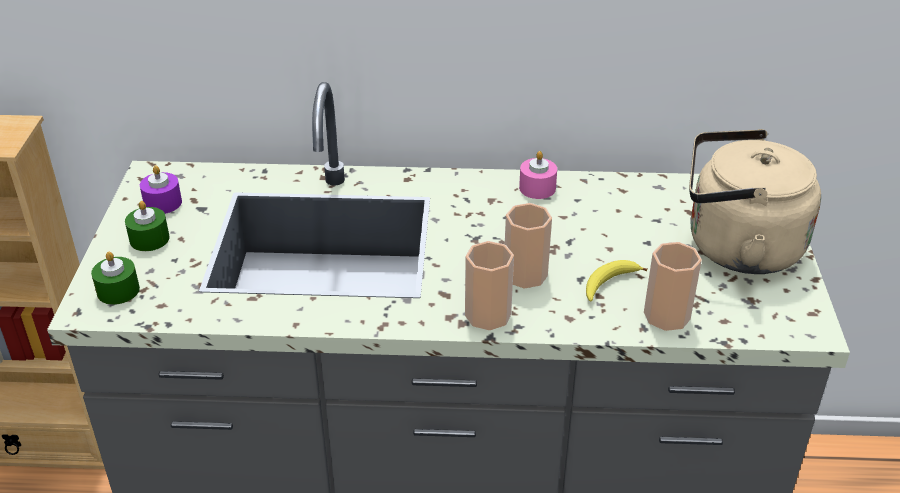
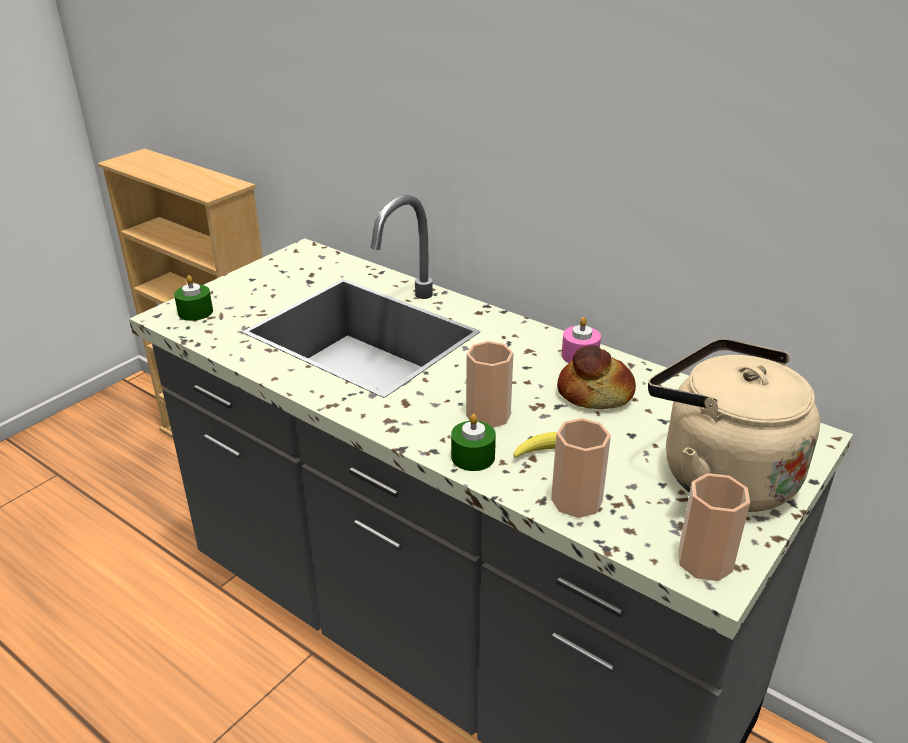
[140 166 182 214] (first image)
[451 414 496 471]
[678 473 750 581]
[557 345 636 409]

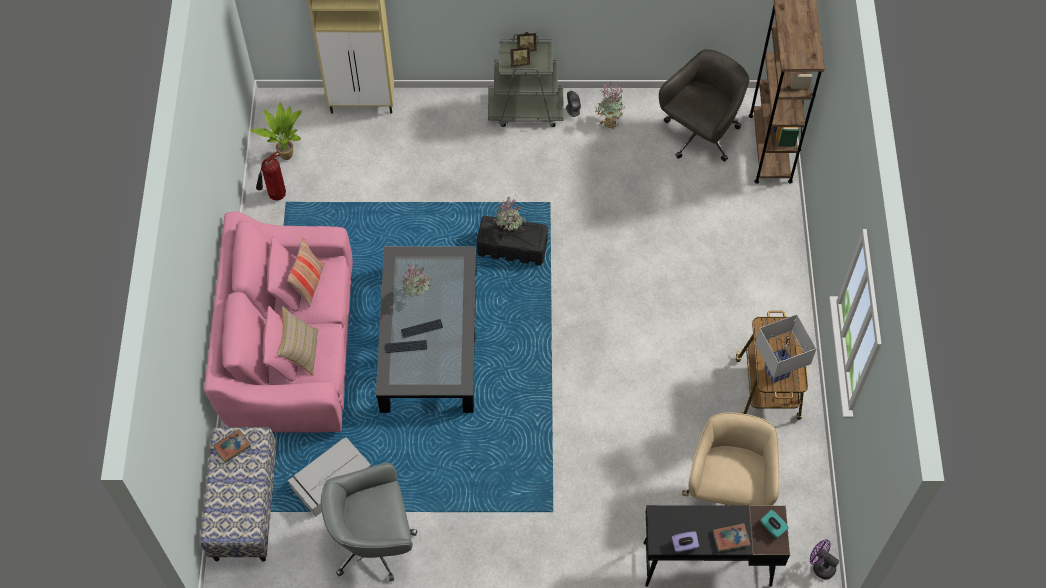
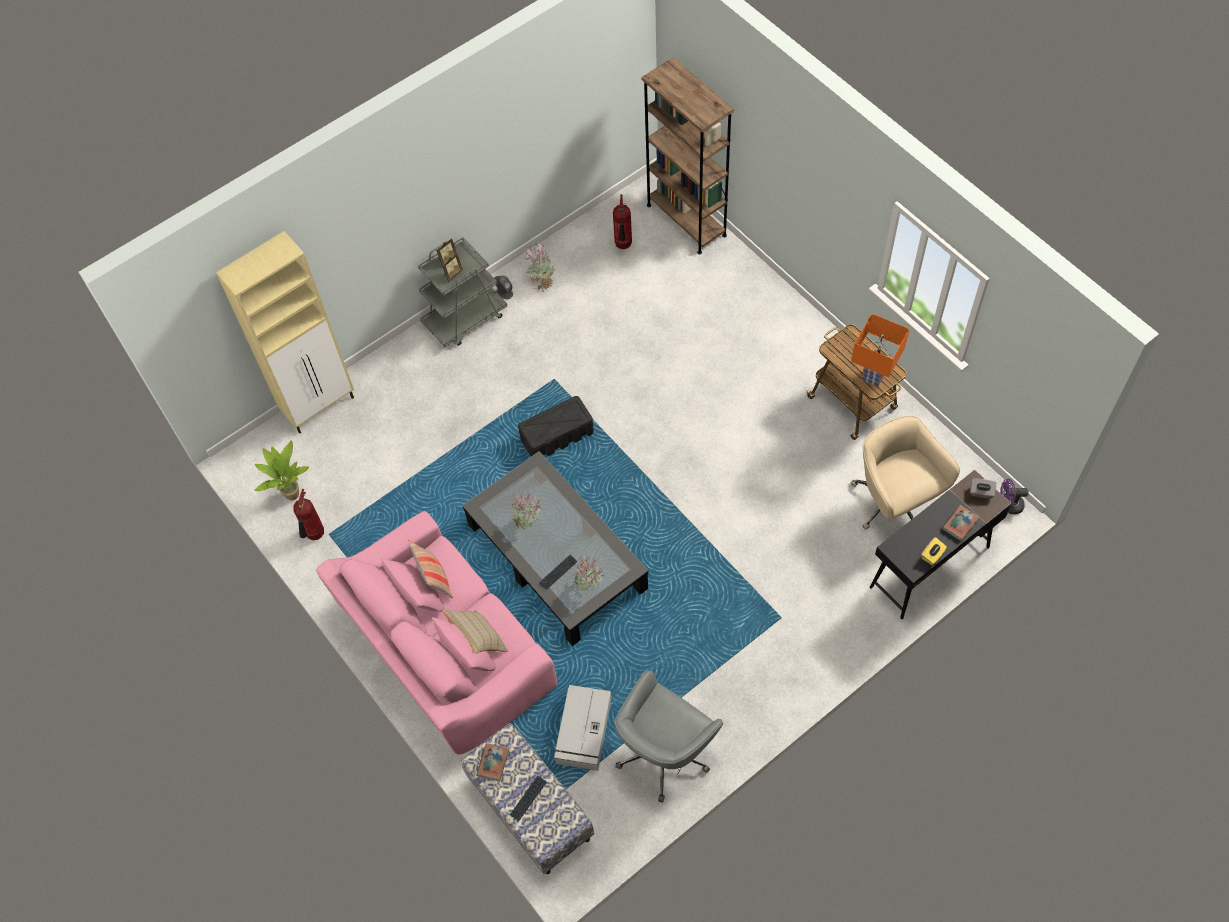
[613 194 632 249]
[571 556 605 591]
[851 314 910 387]
[510 776 547 821]
[970 479 997 499]
[921 537 947 565]

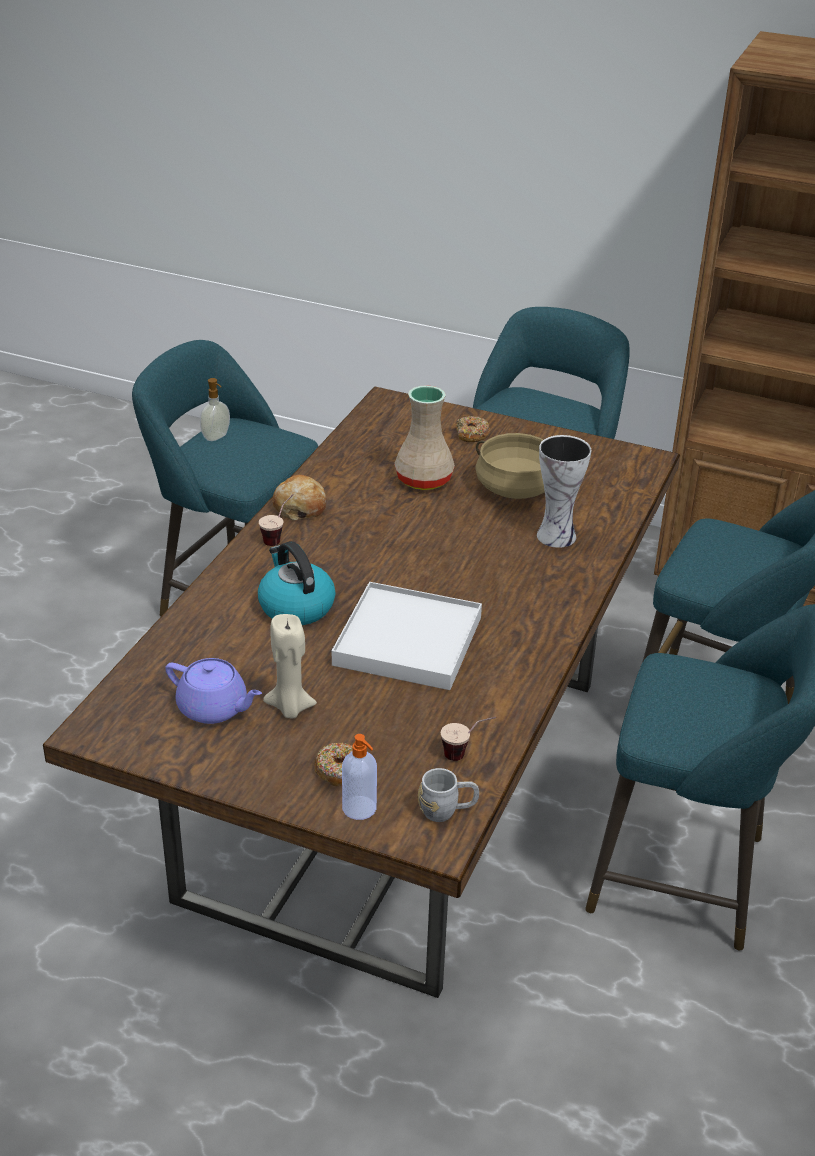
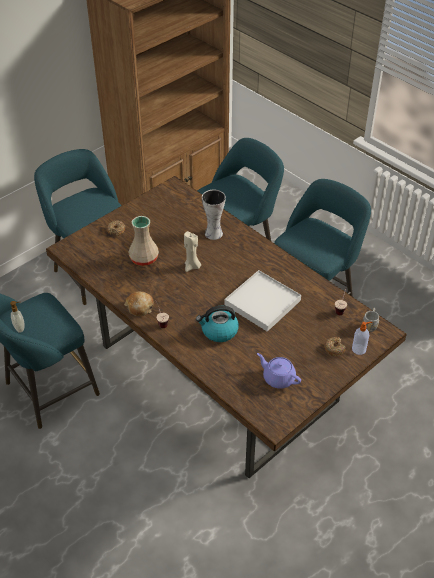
[475 433 545 499] (first image)
[184 231 201 272]
[257 353 301 389]

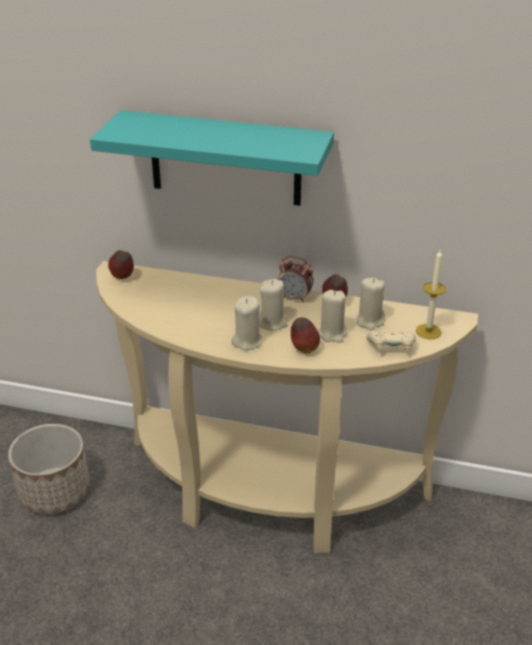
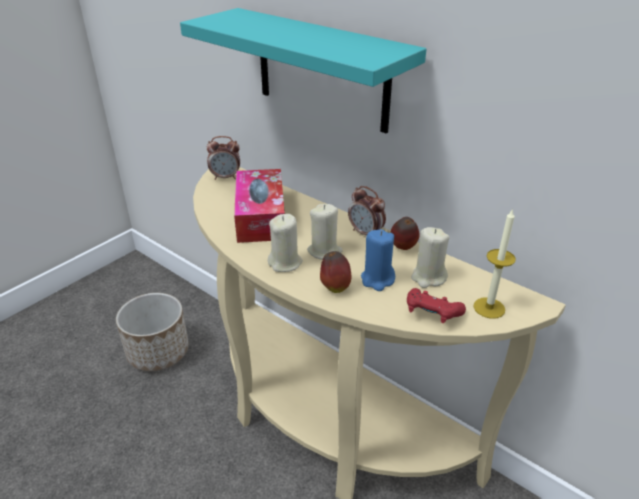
[207 136 240 180]
[361 229 395 291]
[407 288 466 323]
[234 169 285 243]

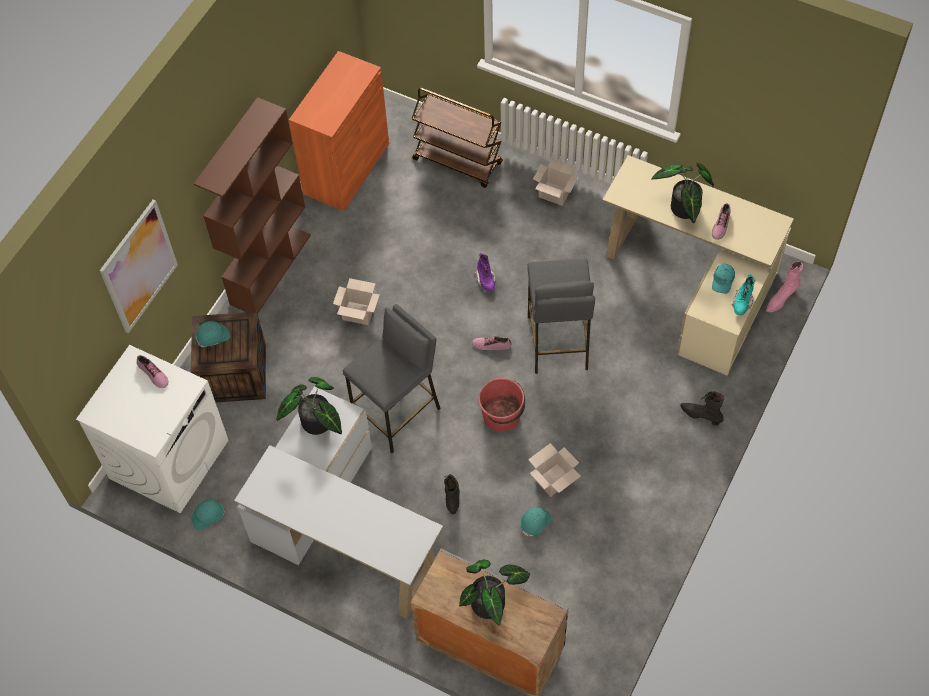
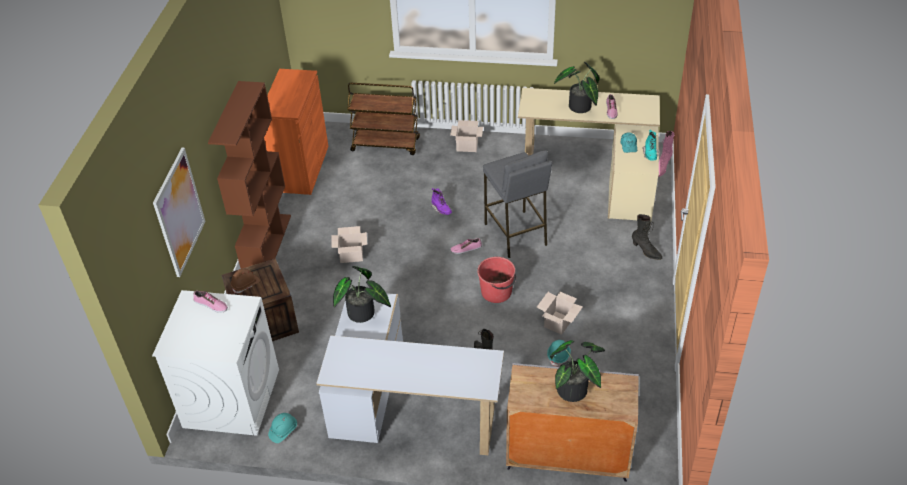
[343 304 441 453] (first image)
[231 269 260 293]
[632 214 662 260]

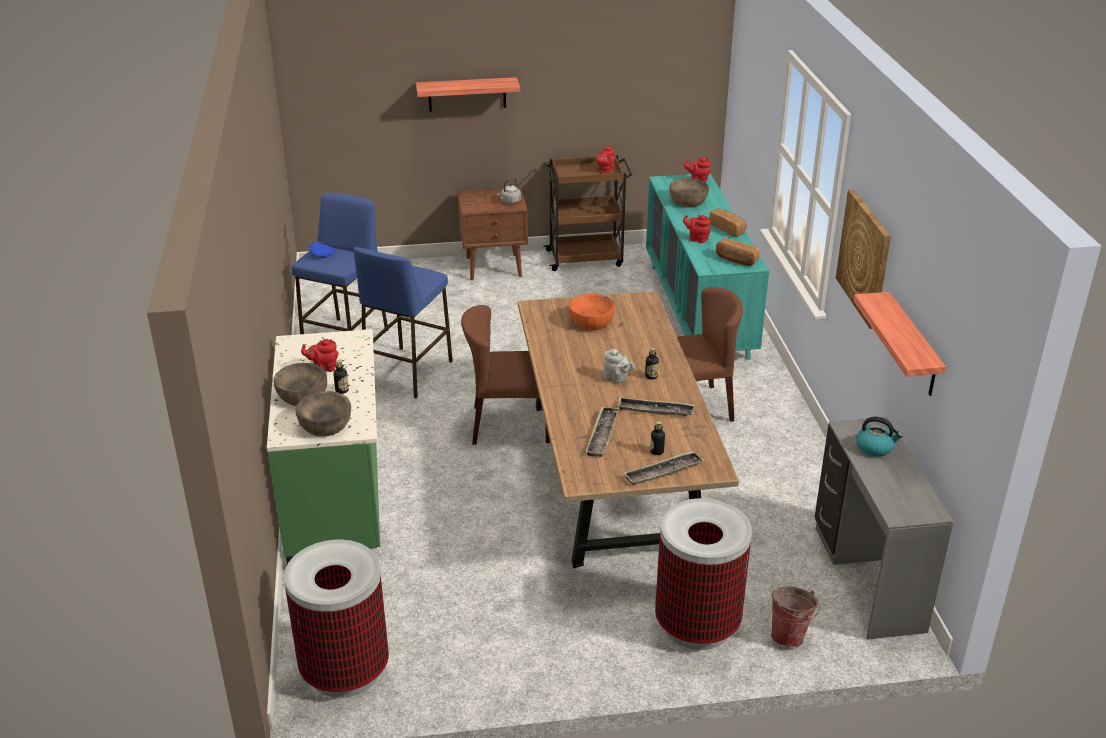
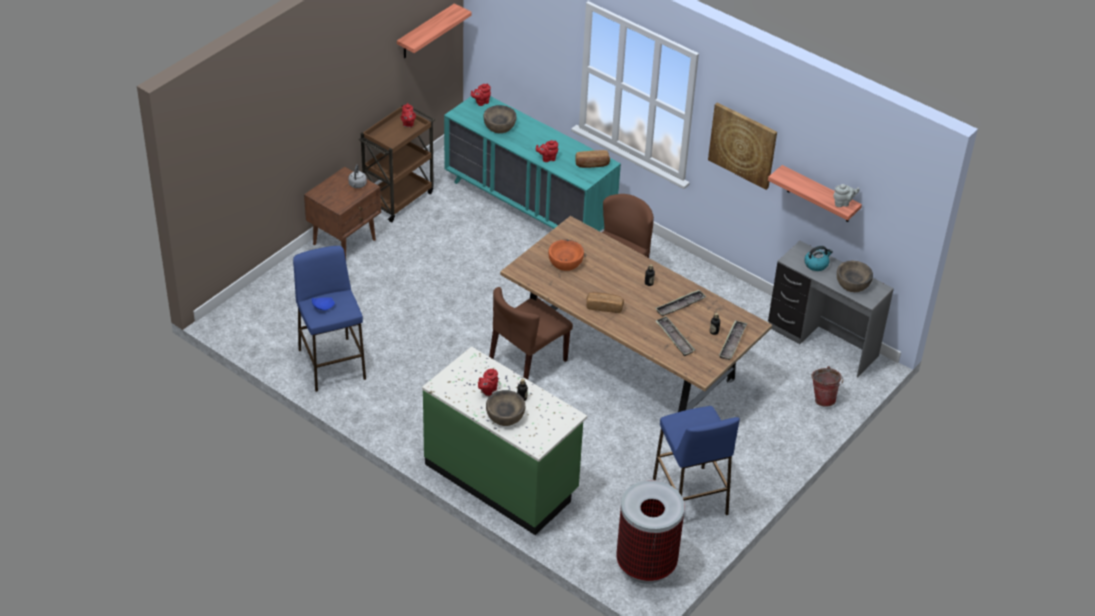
[397 3 472 58]
[586 292 624 313]
[653 406 740 515]
[833 184 859 207]
[837 260 873 292]
[655 498 752 650] (first image)

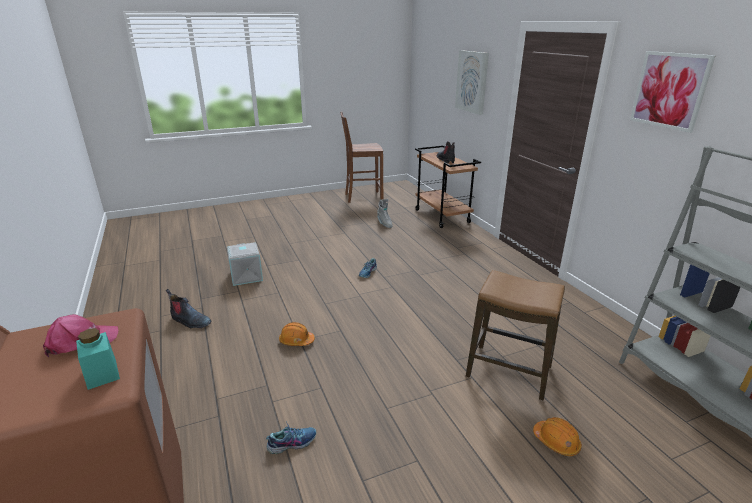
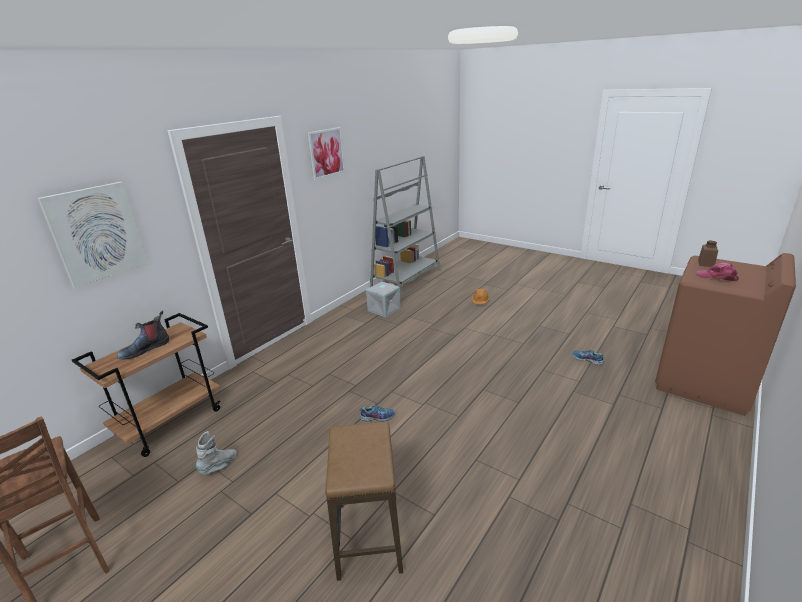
[366 282 401 317]
[325 422 403 581]
[166 289 211 328] (first image)
[279 322 315 346] (first image)
[698 241 718 267]

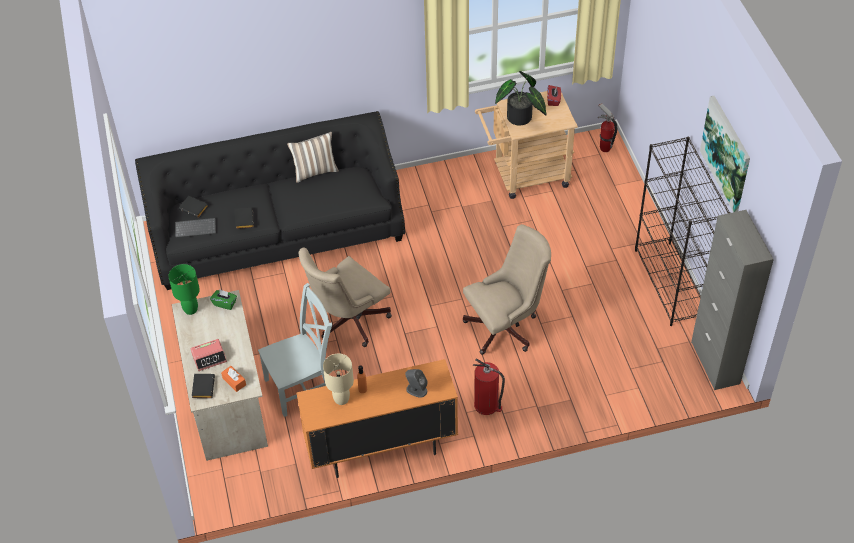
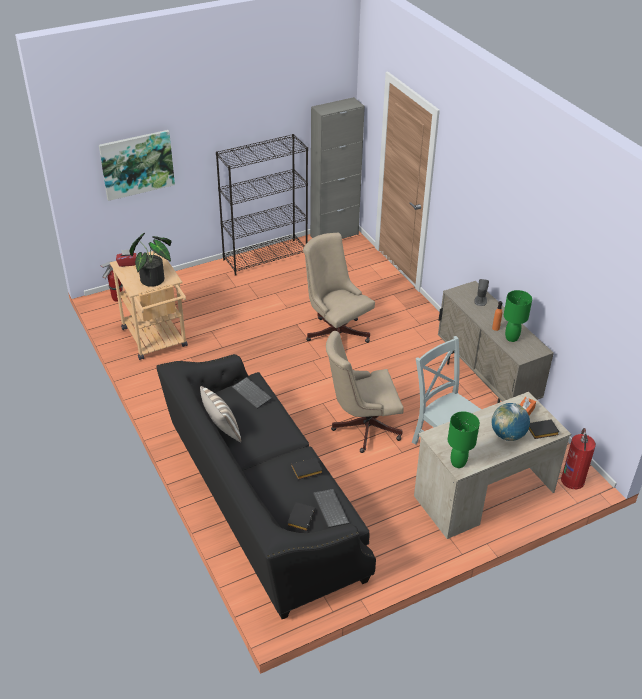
[99 130 175 201]
[326 331 404 453]
[210 289 237 310] (first image)
[492 403 530 441]
[504 290 532 342]
[561 428 596 489]
[438 281 554 403]
[232 377 272 409]

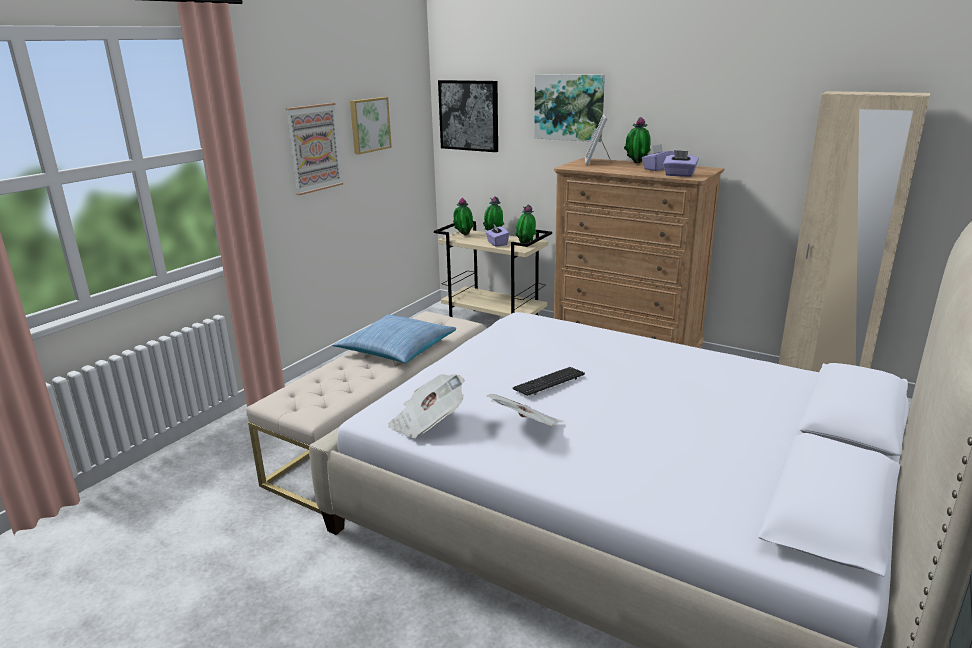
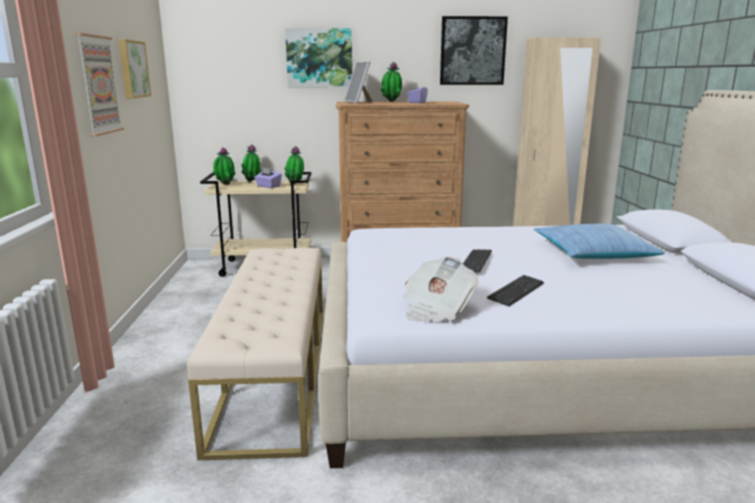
[440 16 508 85]
[663 150 699 177] (first image)
[533 224 665 259]
[487 275 544 307]

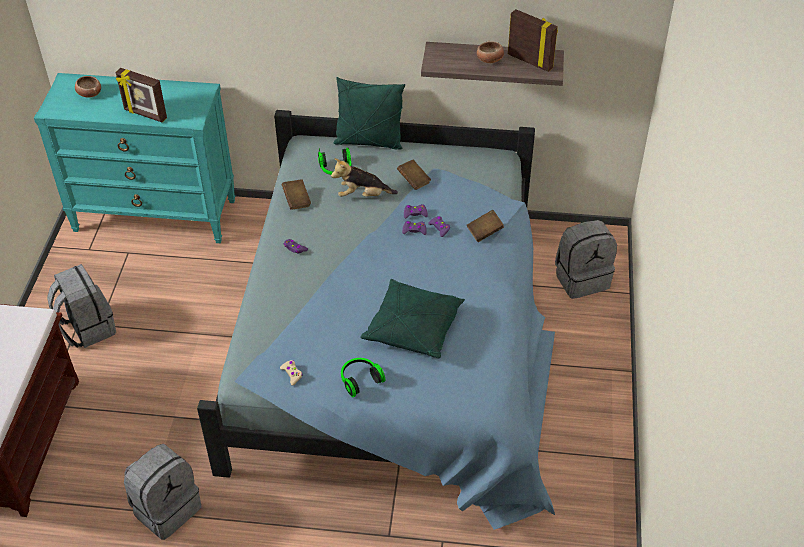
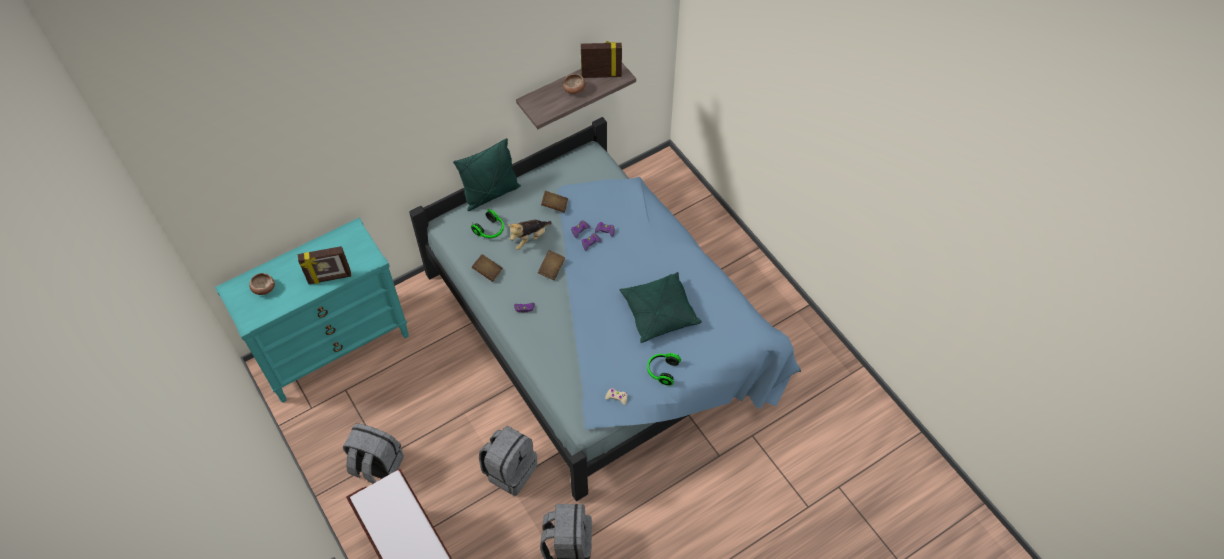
[538 250 565 280]
[479 426 538 496]

